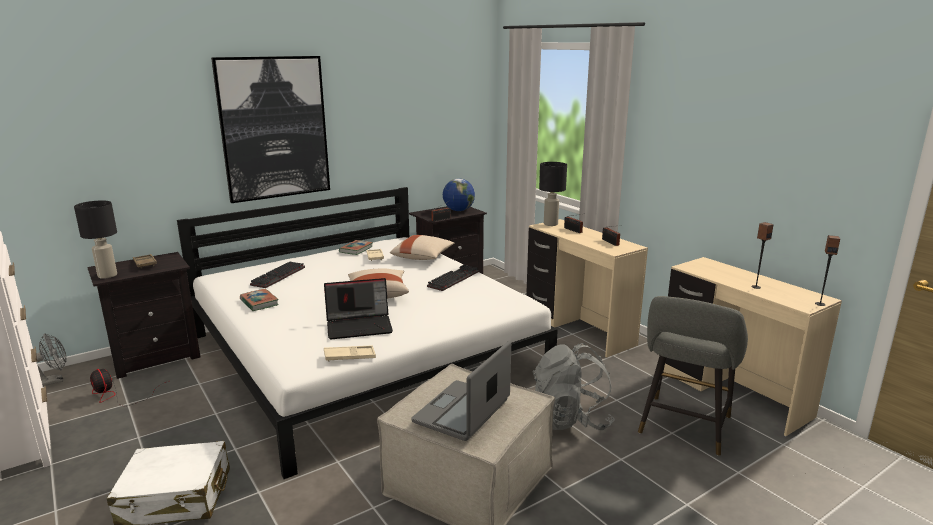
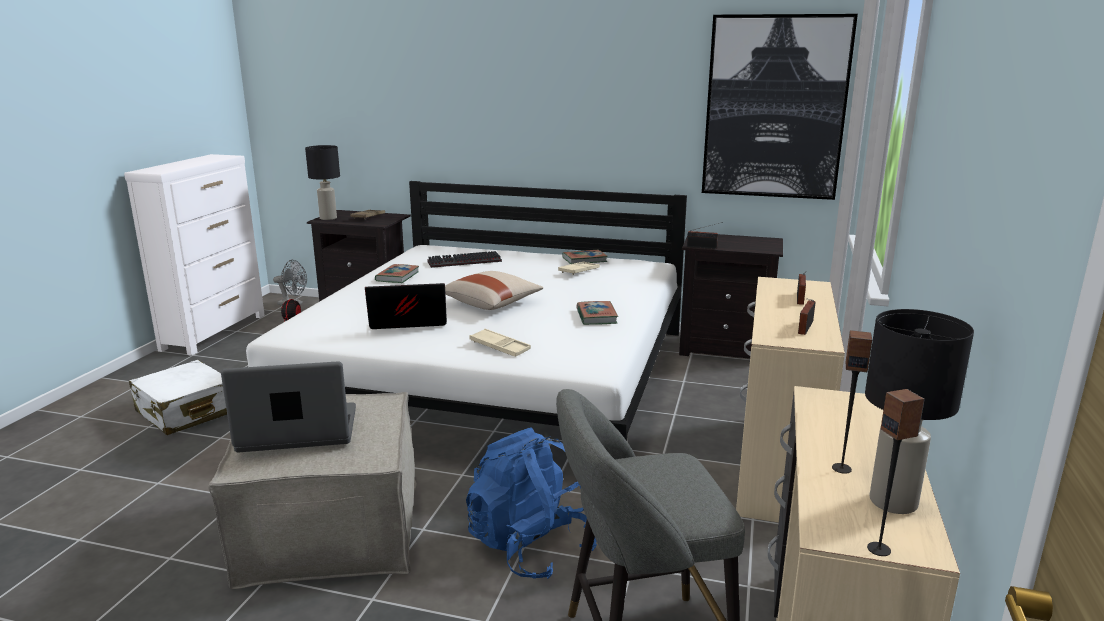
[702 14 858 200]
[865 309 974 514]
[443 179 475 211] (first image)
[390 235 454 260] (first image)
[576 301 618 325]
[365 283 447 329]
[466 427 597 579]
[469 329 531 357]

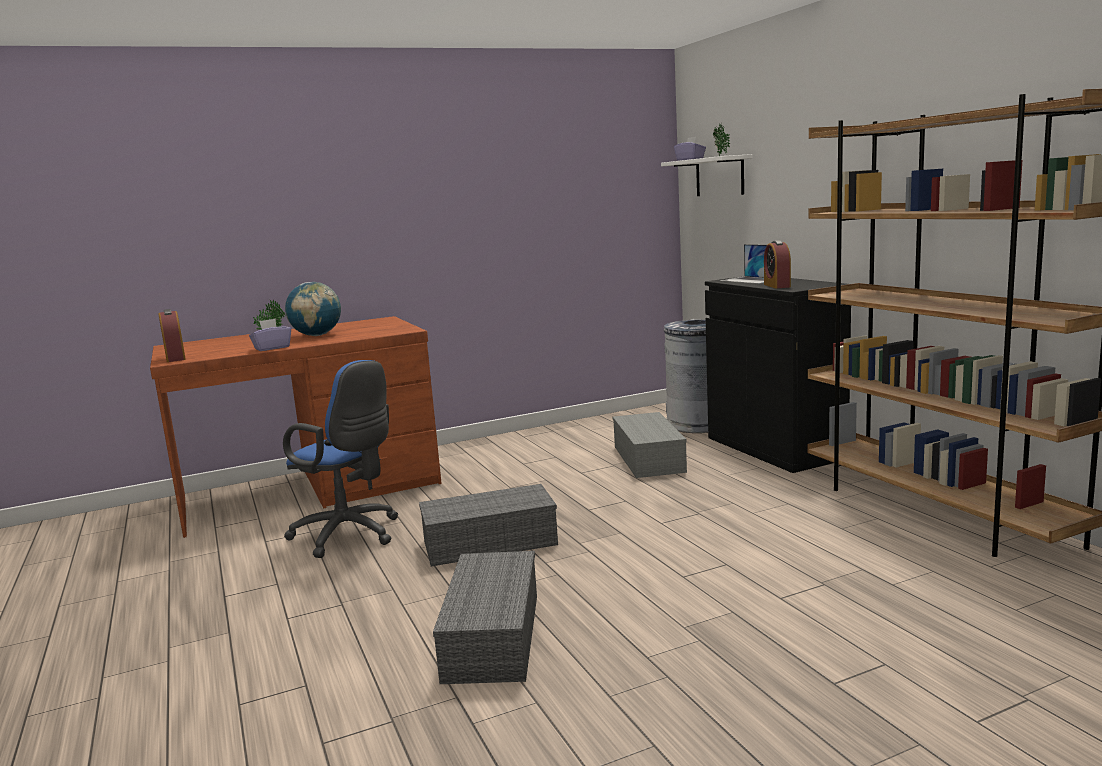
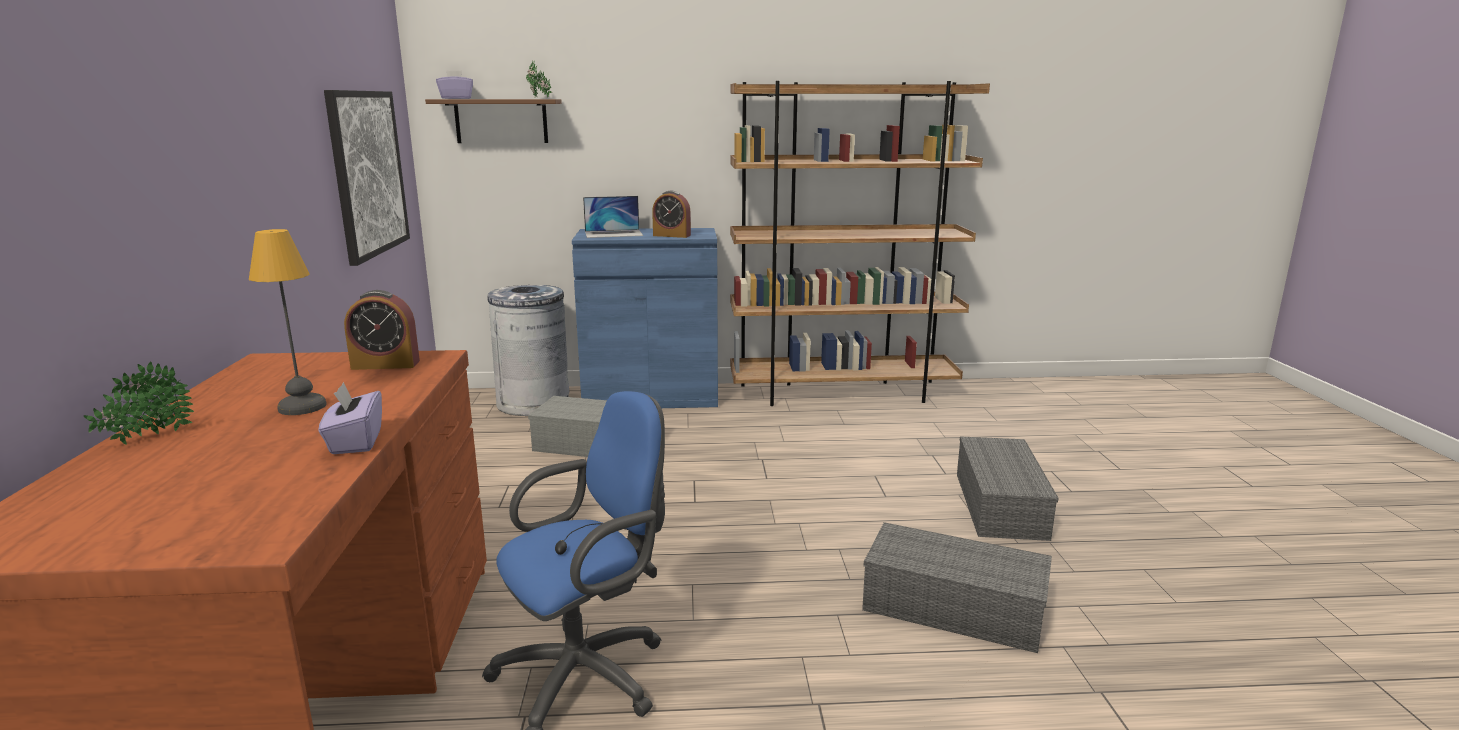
[425 99 562 143]
[572 228 718 408]
[249 229 327 415]
[344 290 420 370]
[957 436 1058 541]
[324 90 410 266]

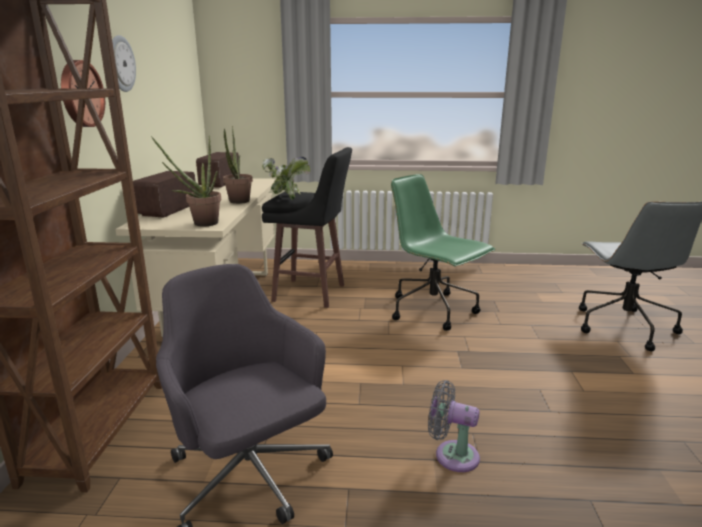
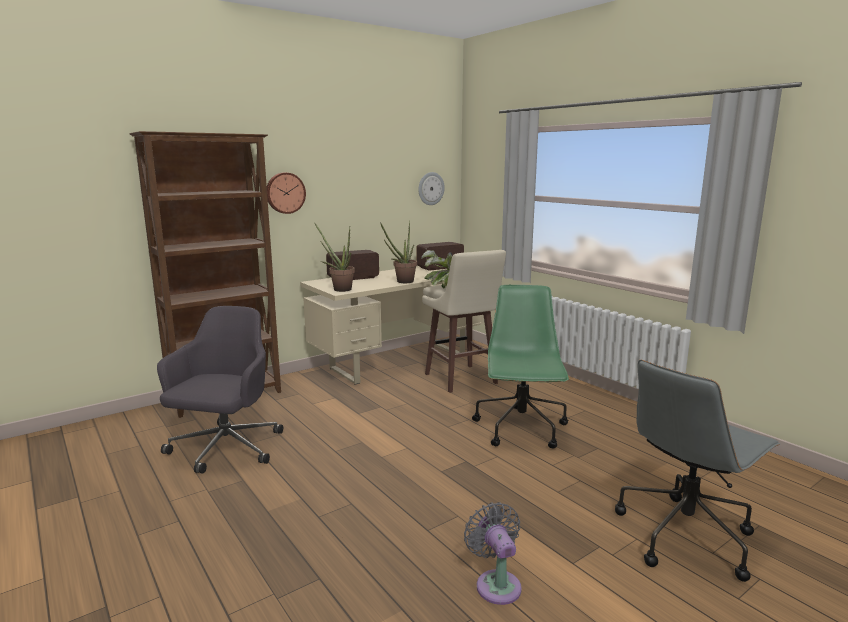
[418 172 445 205]
[422 250 506 393]
[464 502 522 605]

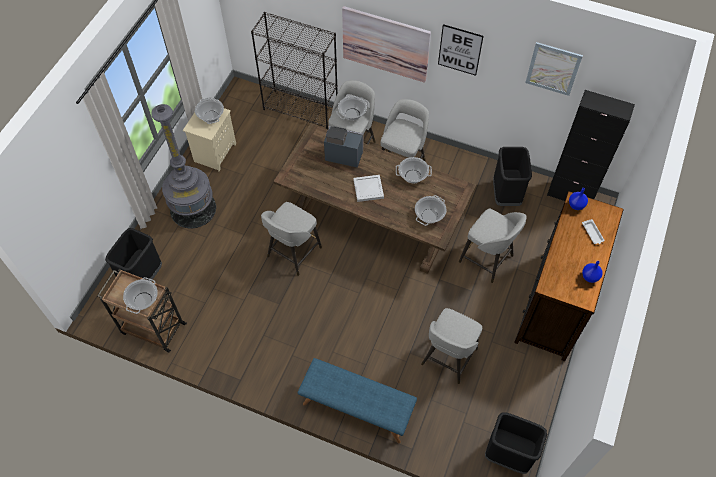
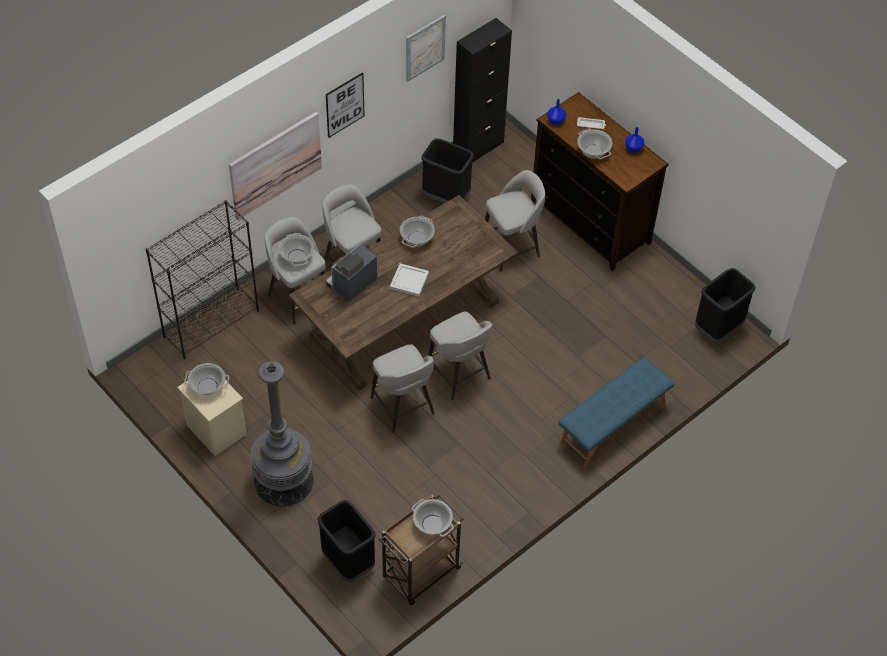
[577 128 612 159]
[428 311 492 400]

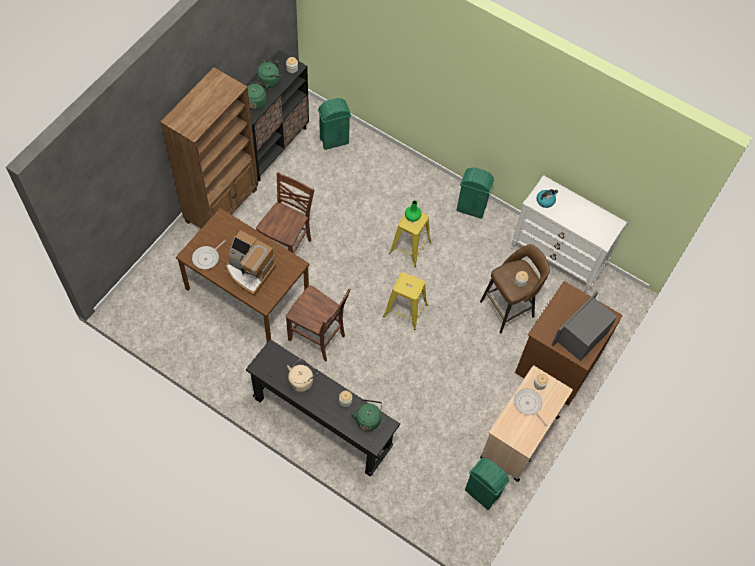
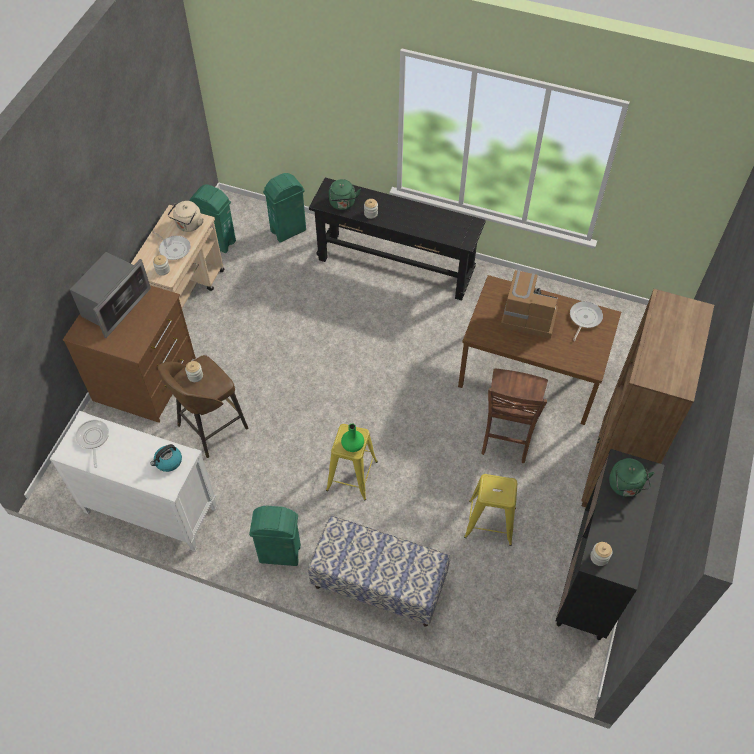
[257 59 282 88] (first image)
[263 173 306 242]
[464 474 517 546]
[286 285 351 362] (first image)
[167 201 204 232]
[76 420 109 468]
[308 516 450 627]

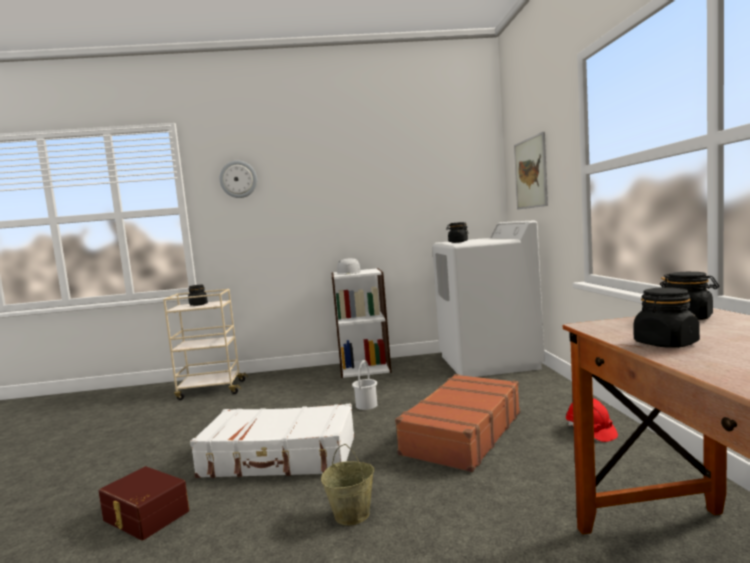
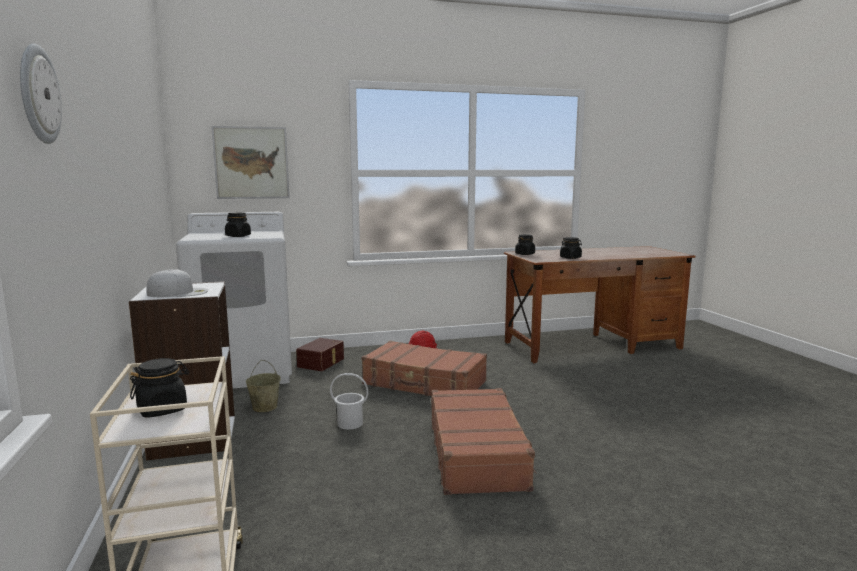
[431 388 537 495]
[246 360 281 412]
[296 338 344 371]

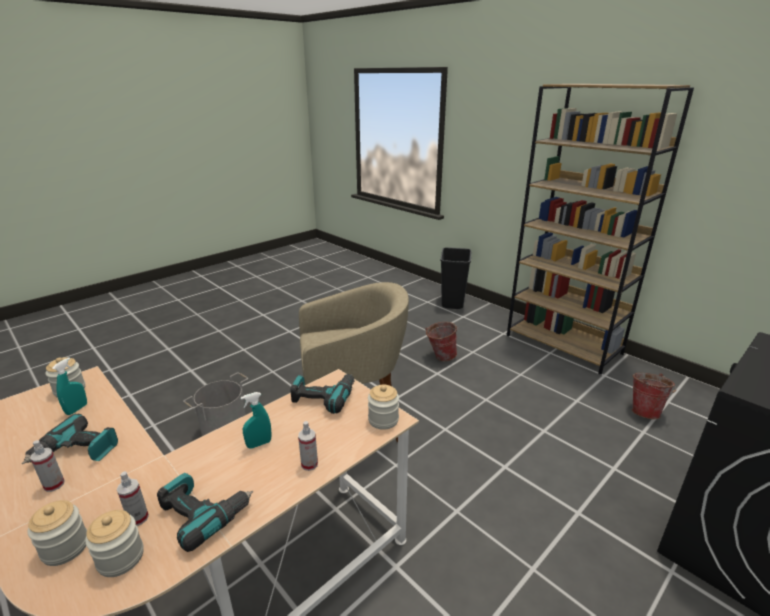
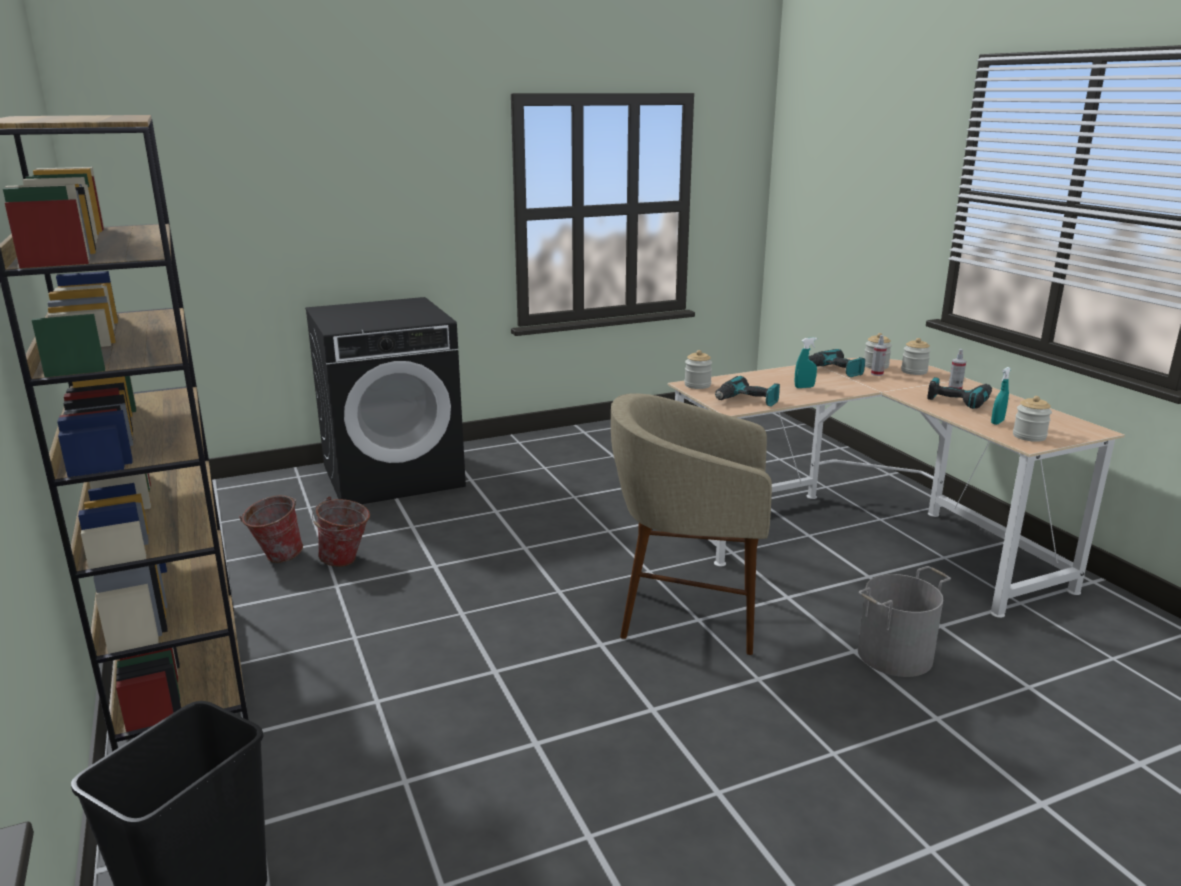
[312 496 370 567]
[298 421 318 471] (first image)

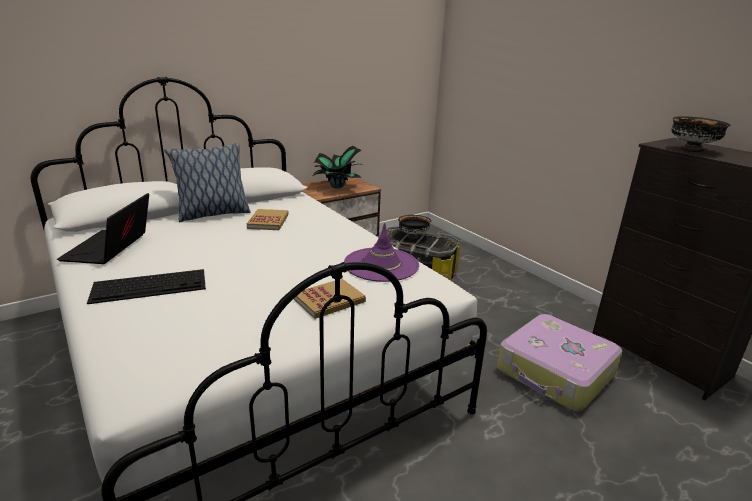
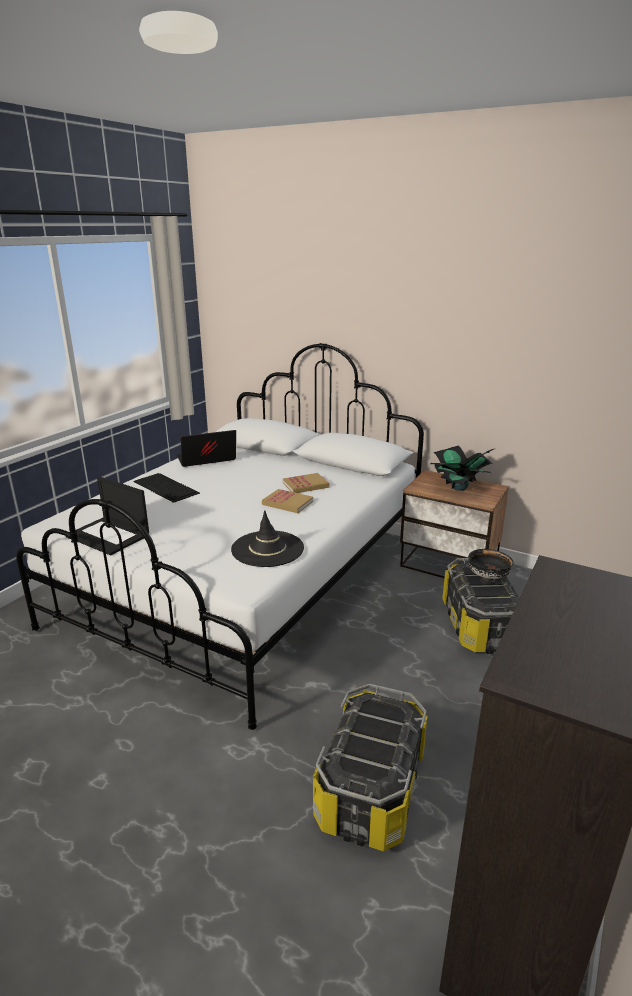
[671 116 730 152] (first image)
[164 143 251 222] (first image)
[231 510 304 567]
[262 489 313 513]
[313 684 428 851]
[66 476 149 555]

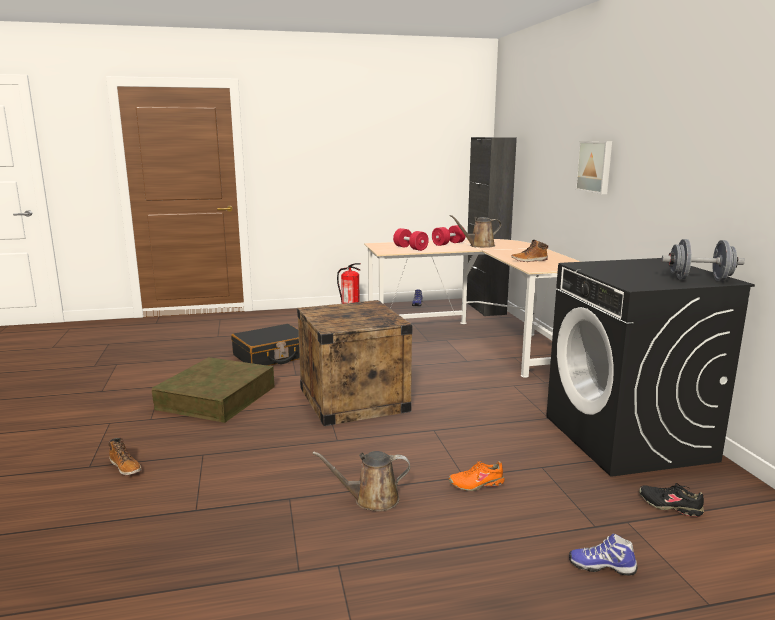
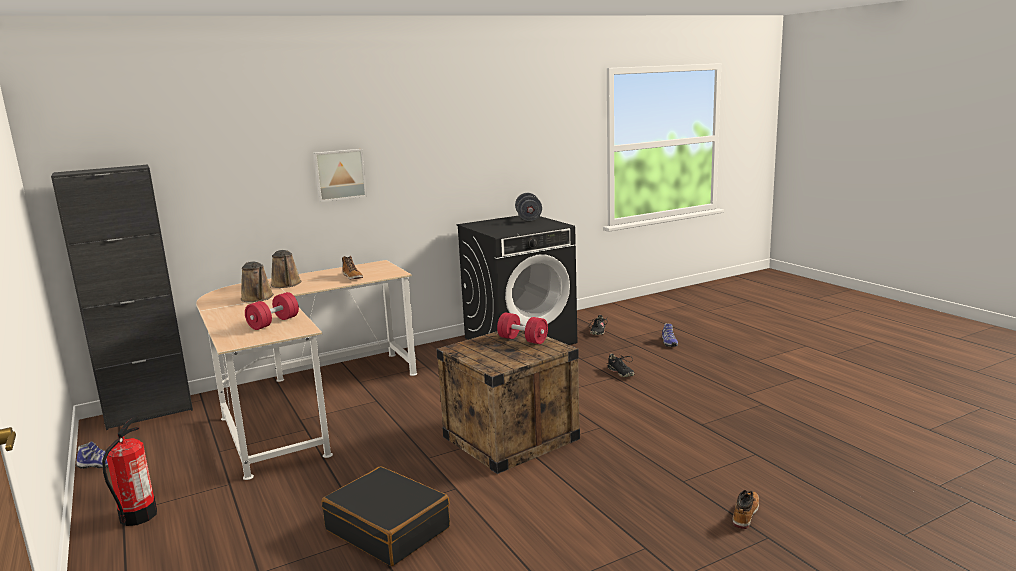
[497 313 548 344]
[152 357 274 423] (first image)
[271 250 302 288]
[607 353 634 377]

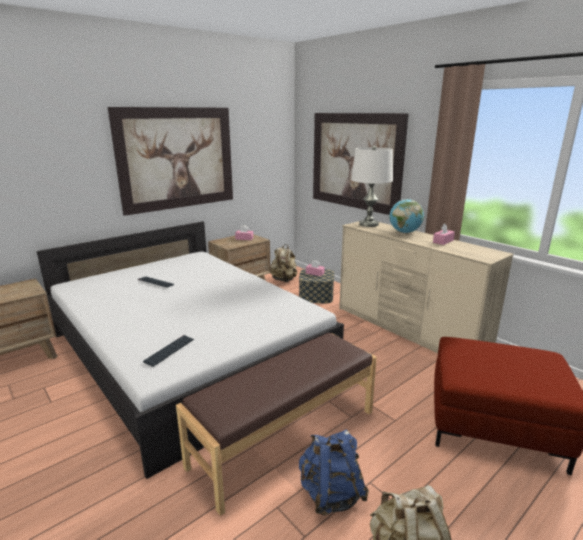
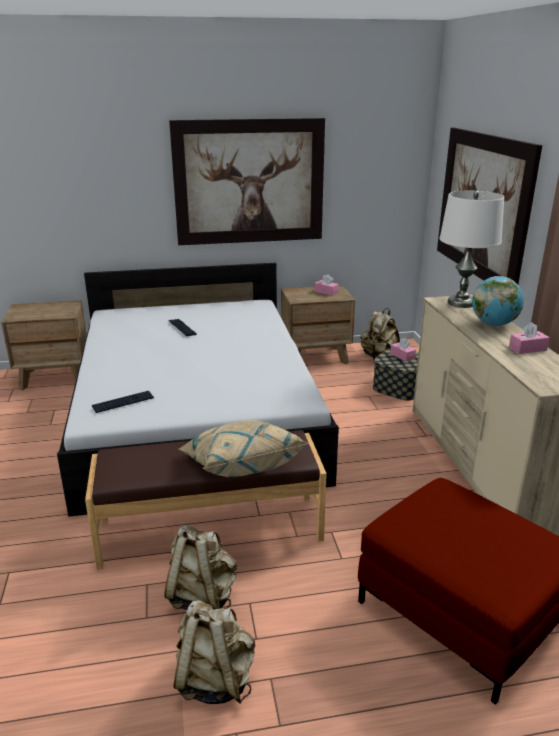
[164 525 237 610]
[179 420 308 477]

